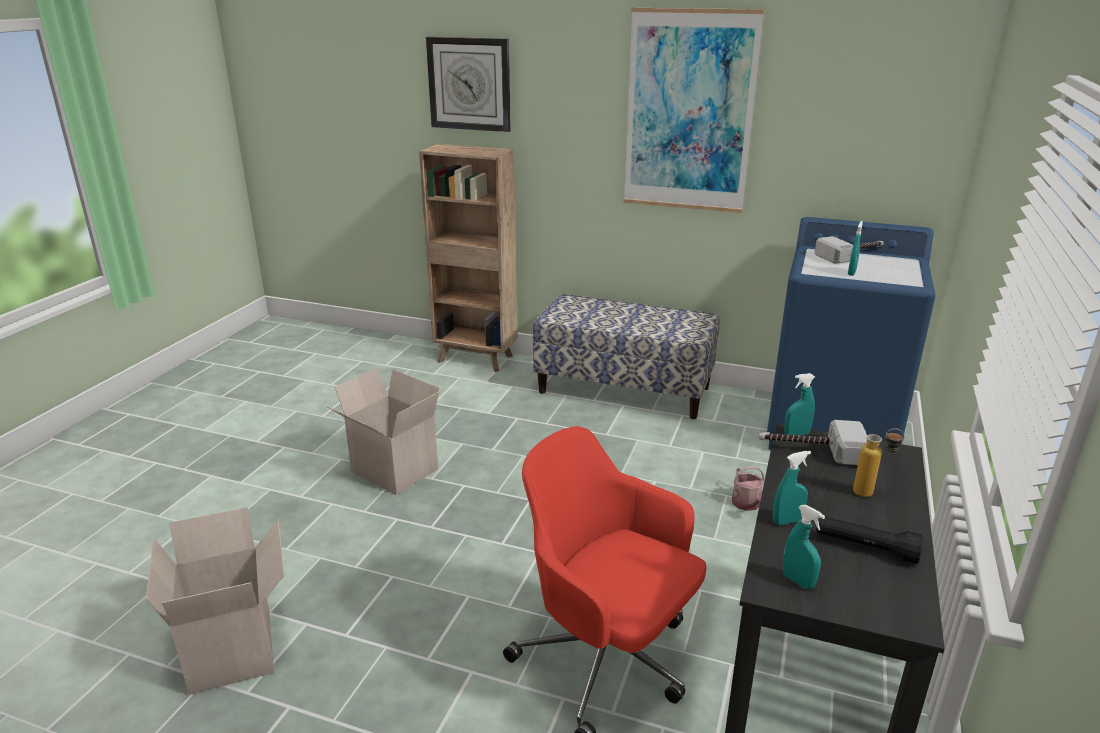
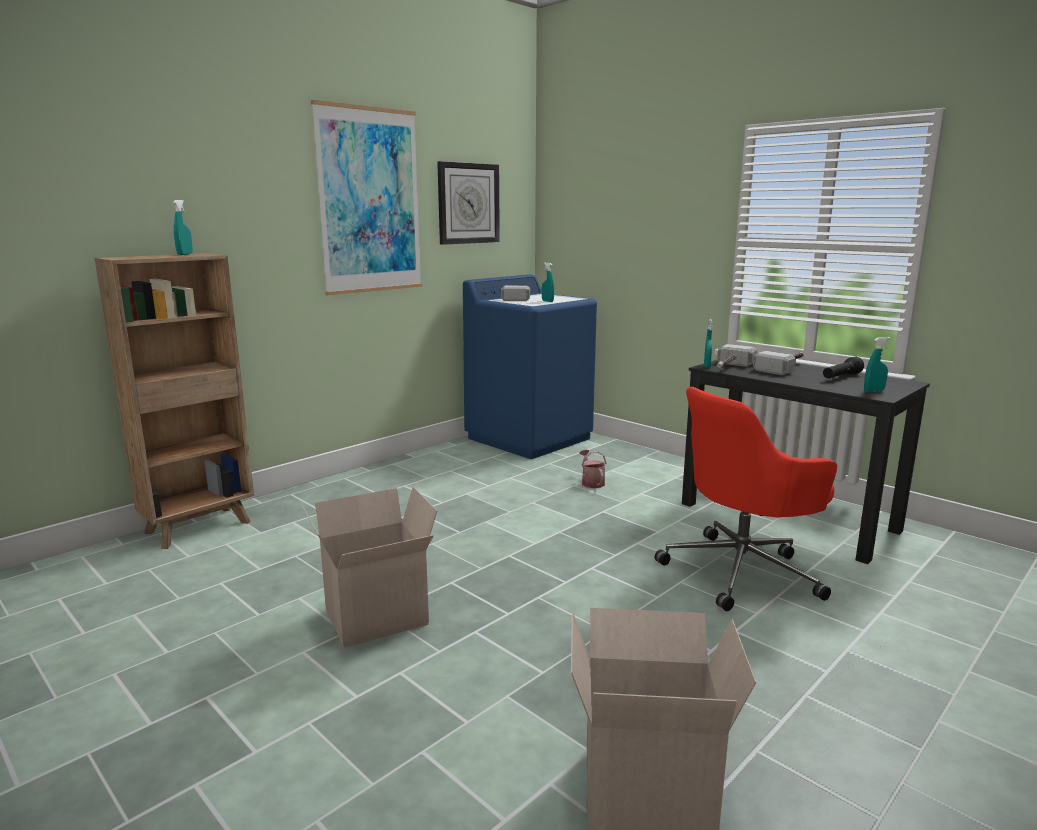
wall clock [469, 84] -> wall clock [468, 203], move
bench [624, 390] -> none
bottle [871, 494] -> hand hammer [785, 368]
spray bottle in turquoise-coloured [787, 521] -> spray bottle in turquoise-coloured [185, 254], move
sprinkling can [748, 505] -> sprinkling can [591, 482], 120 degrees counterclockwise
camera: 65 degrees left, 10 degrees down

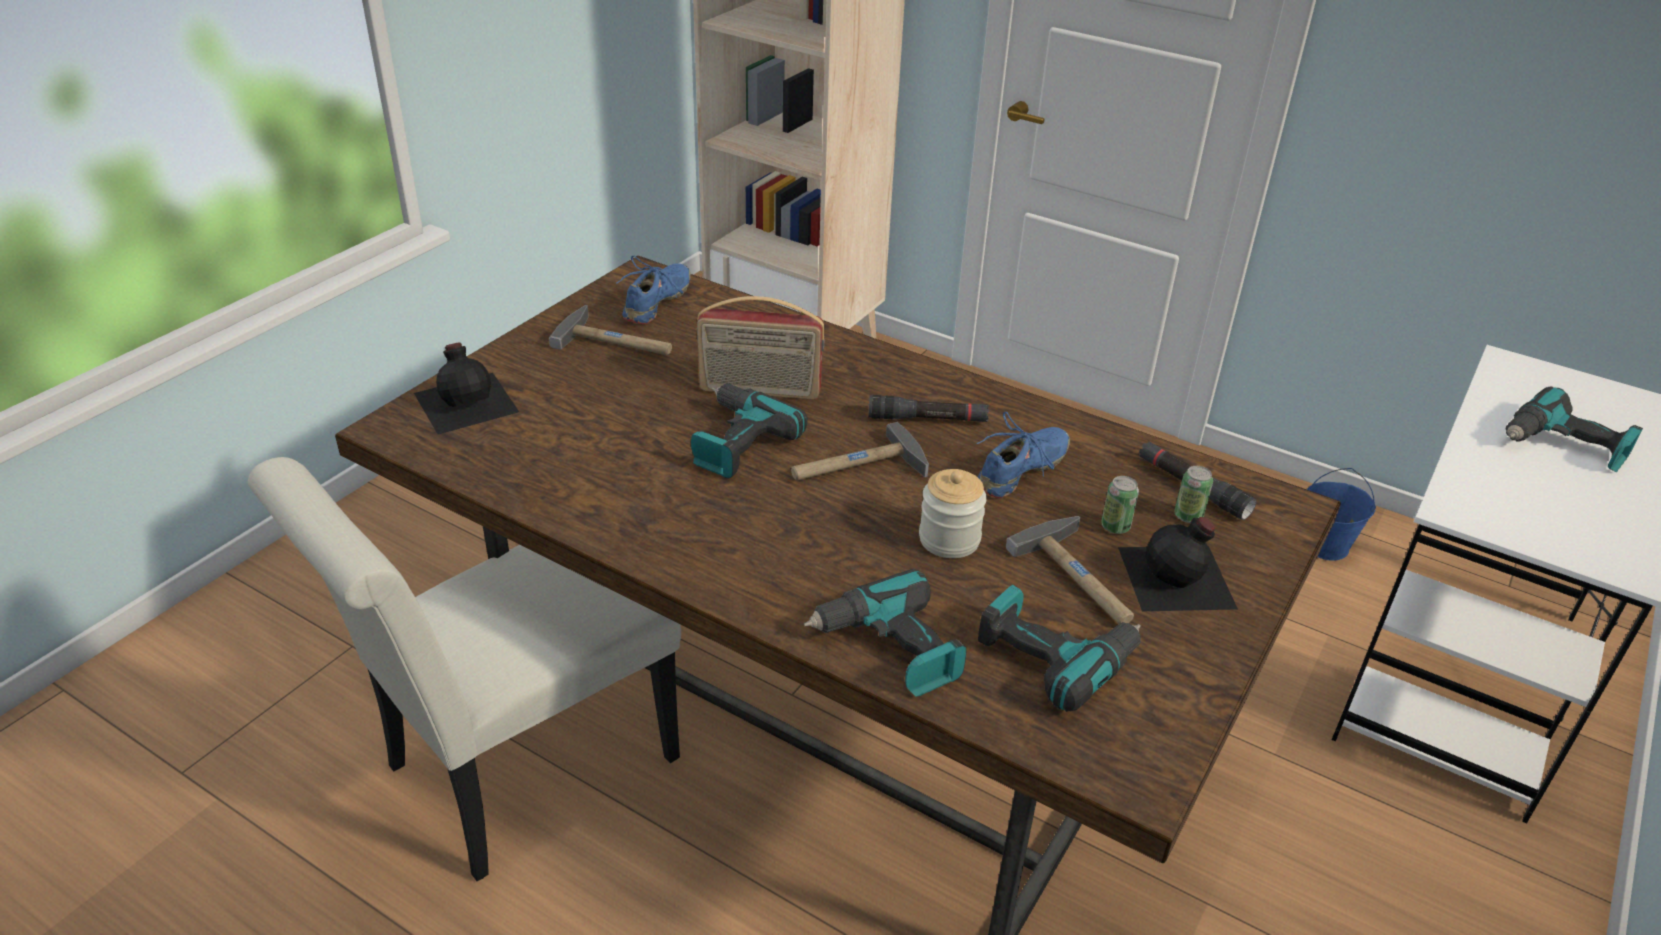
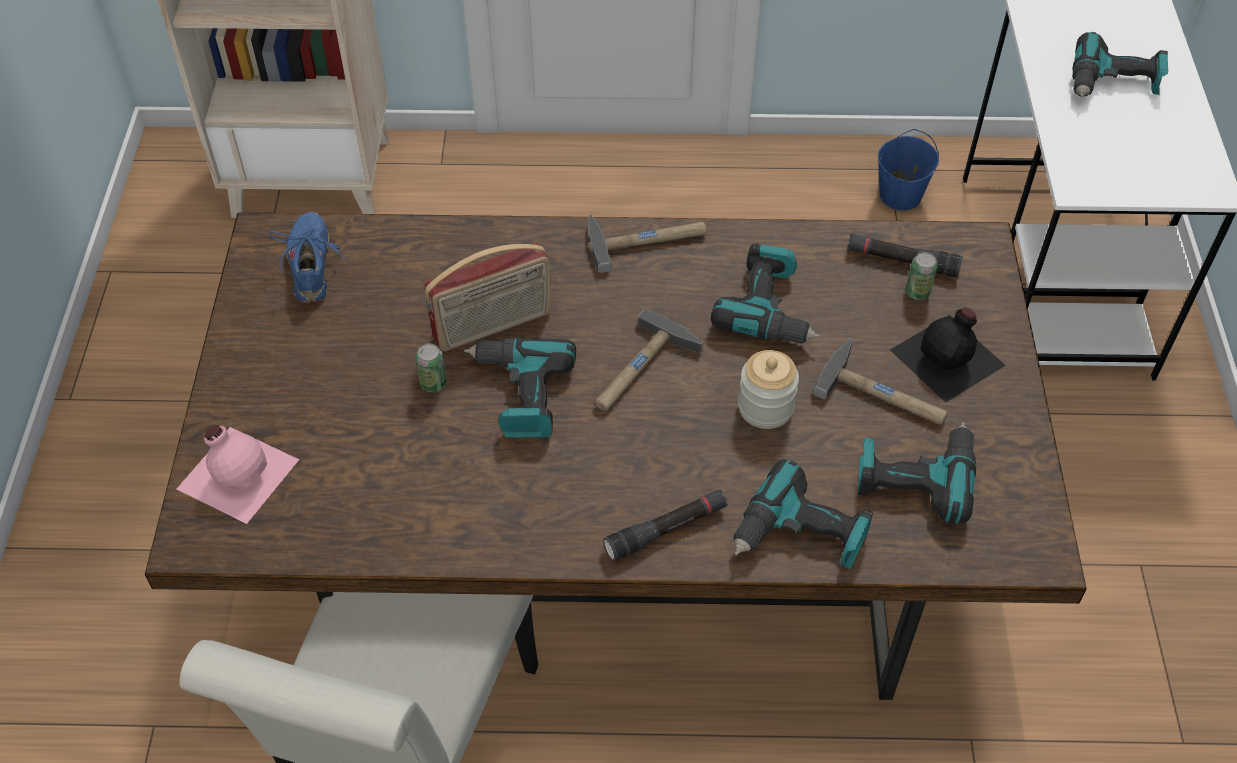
hand hammer [617, 342] -> hand hammer [646, 239], move
bottle in black-coloured [467, 401] -> bottle in pink [237, 472]
hand torch in black-coloured [927, 419] -> hand torch in black-coloured [666, 530], move
shoe in blue [1022, 471] -> power drill [770, 309]
can [1115, 526] -> can [433, 383], move
camera: 30 degrees left, 15 degrees up

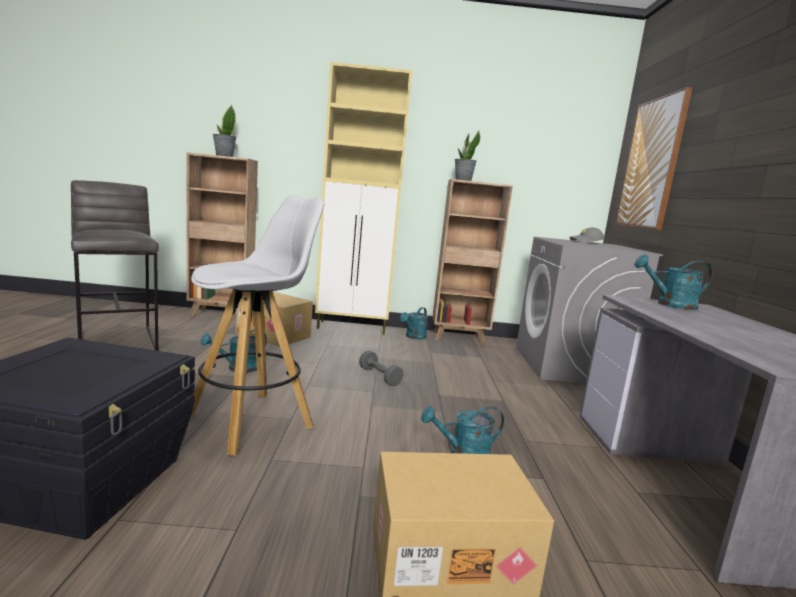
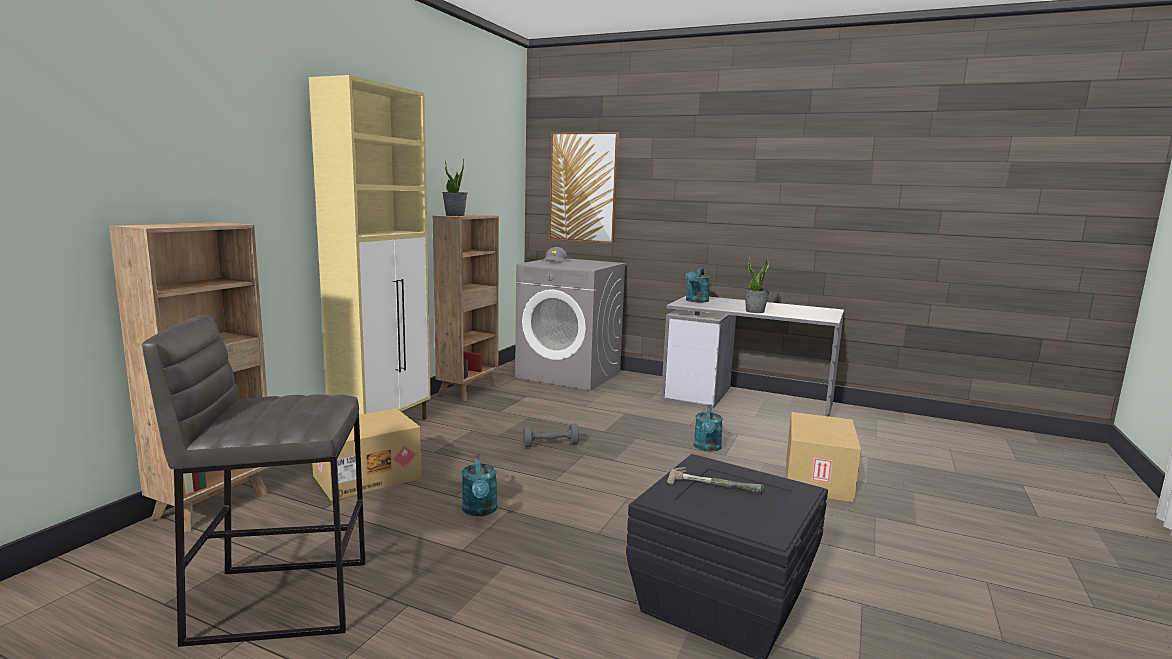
plant in a pot [224, 156] -> plant in a pot [755, 311], move
sitting stool in white [252, 421] -> none
sprinkling can in turquoise-coloured [413, 337] -> none
none -> hand hammer [714, 483]
camera: 65 degrees left, 0 degrees up

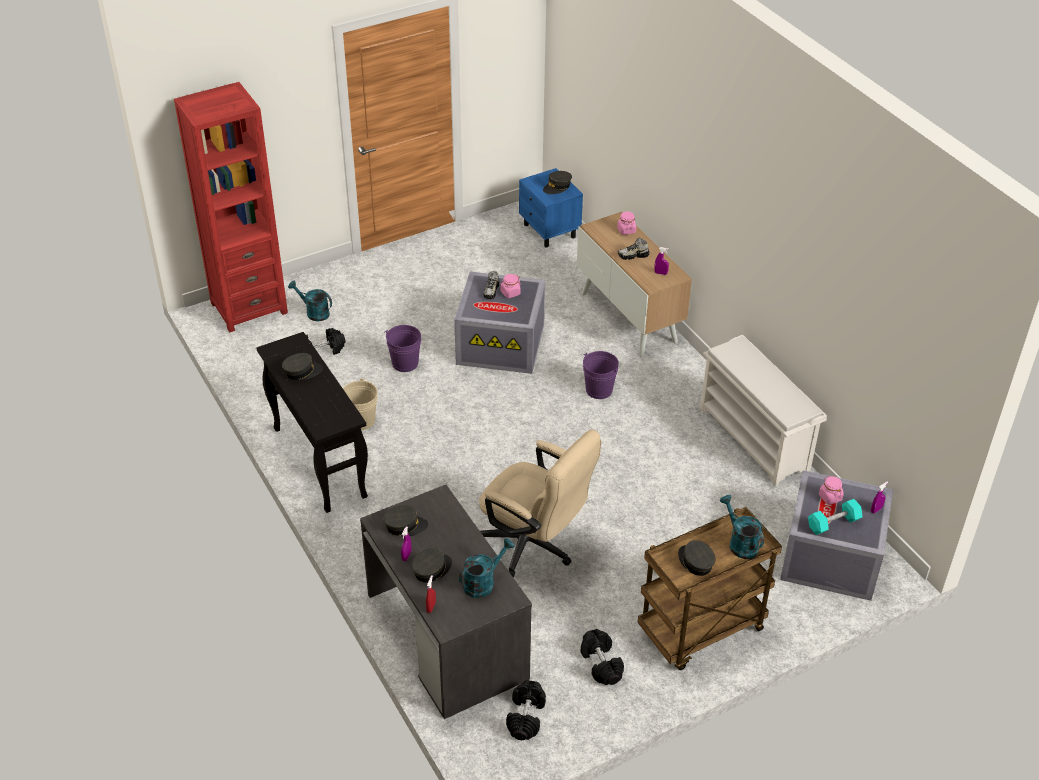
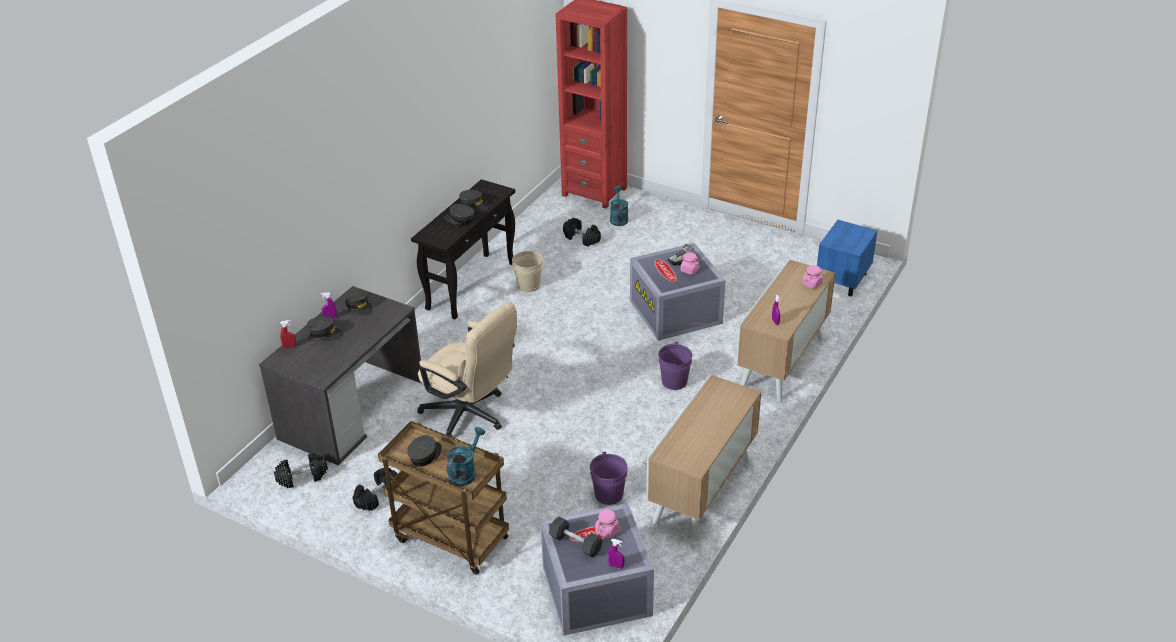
baseball cap in gray [557, 187] -> baseball cap in gray [460, 219], move
shoe [633, 255] -> none
pail in purple-coloured [405, 363] -> pail in purple-coloured [608, 494], move
shoe shelf in white [755, 439] -> cabinet [702, 492]
computer chair in beige [534, 546] -> computer chair in beige [471, 416], 60 degrees counterclockwise
dumbbell in turquoise-coloured [833, 523] -> dumbbell in black-coloured [575, 543]
sprinkling can in turquoise-coloured [483, 582] -> none
camera: 60 degrees right, 5 degrees down

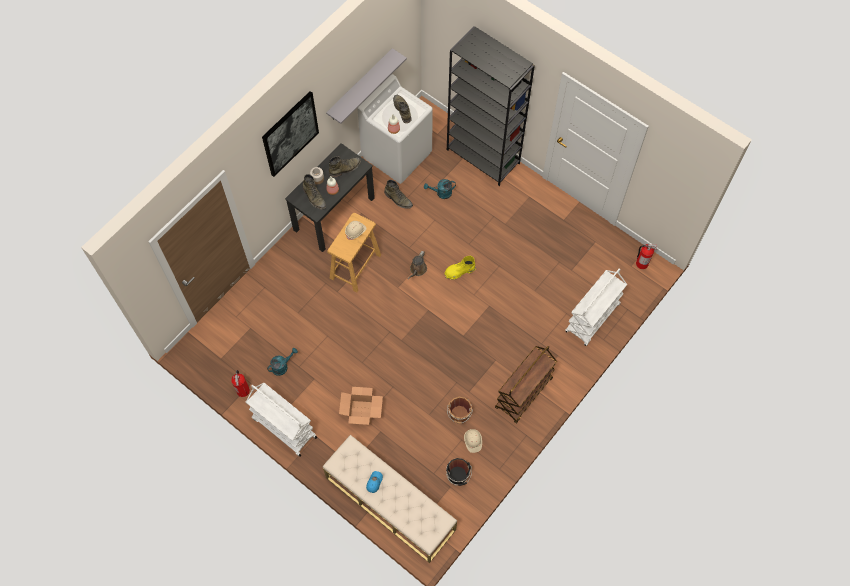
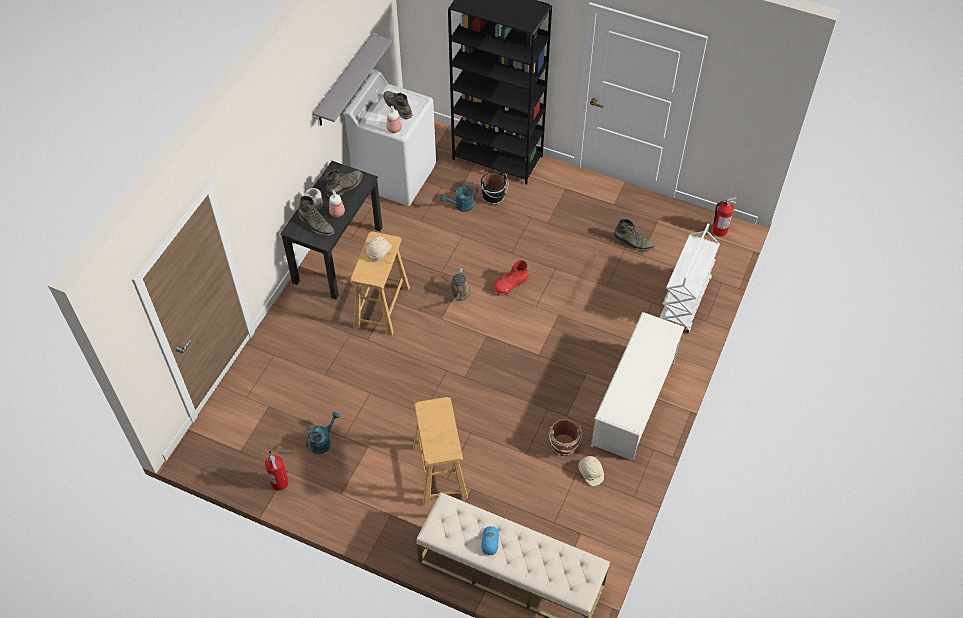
wall art [290, 133] -> none
high-top boot in green [398, 199] -> high-top boot in green [633, 243], move
high-top boot in yellow [459, 271] -> high-top boot in red [510, 285]
cart in brown [524, 394] -> shoe shelf in white [634, 403]
cart in white [284, 428] -> none
carton [361, 411] -> sitting stool in beige [440, 471]
pail in black-coloured [458, 476] -> pail in black-coloured [494, 197], move
camera: 15 degrees left, 10 degrees down

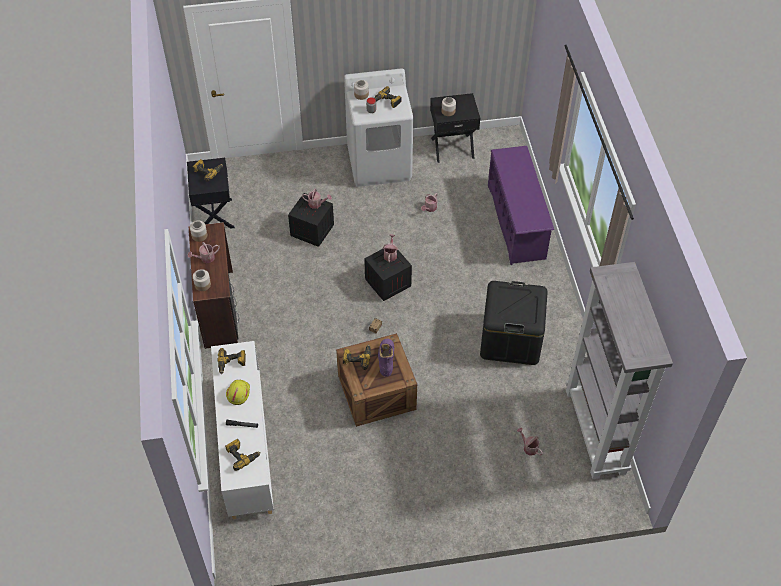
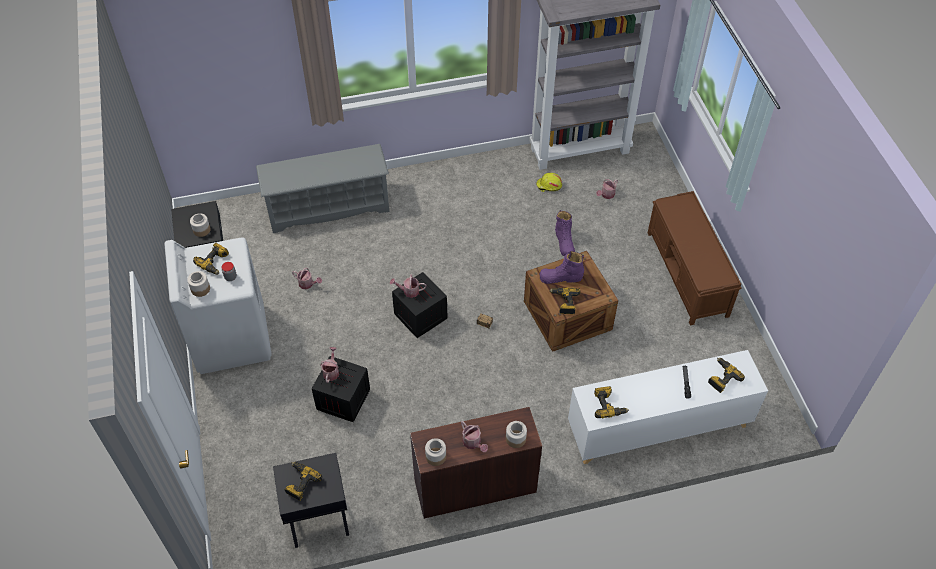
shoe shelf in purple-coloured [516, 222] -> shoe shelf in gray [328, 207]
storage container in black-coloured [511, 339] -> none
safety helmet in yellow [238, 393] -> safety helmet in yellow [549, 186], move
none -> bench in brown [687, 274]
none -> high-top boot in purple-coloured [564, 242]
camera: 95 degrees left, 0 degrees up

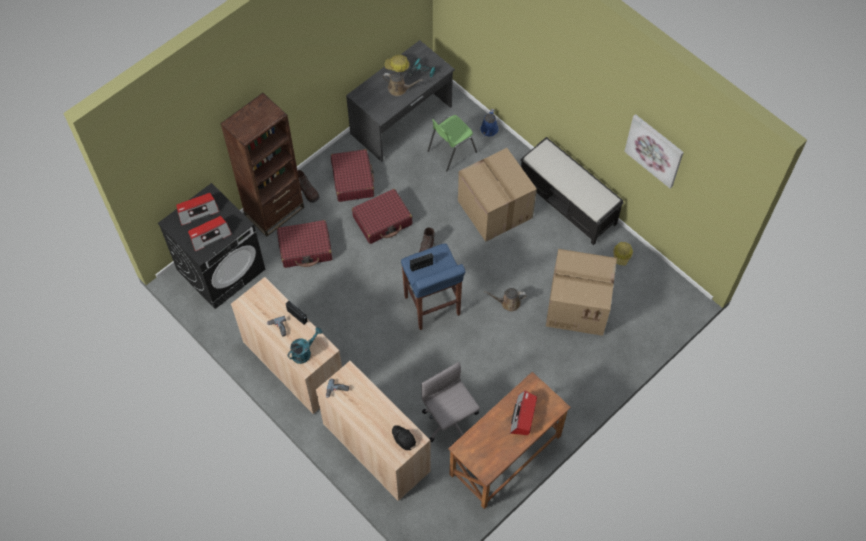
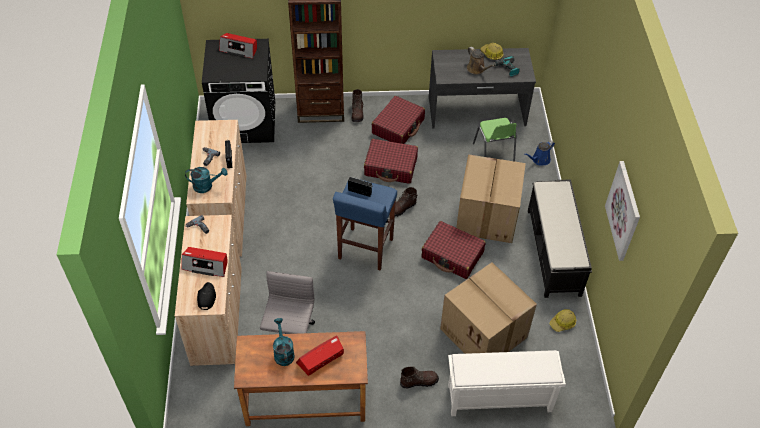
upright chair in green [451, 151] -> upright chair in green [493, 155], 105 degrees counterclockwise
radio [210, 236] -> radio [206, 265], move
piece of luggage in red [305, 248] -> piece of luggage in red [452, 255], move
sprinkling can in brown [508, 303] -> none
none -> sprinkling can in turquoise-coloured [283, 352]
none -> shoe shelf in white [498, 399]
none -> high-top boot in brown [419, 381]
camera: 40 degrees right, 10 degrees down

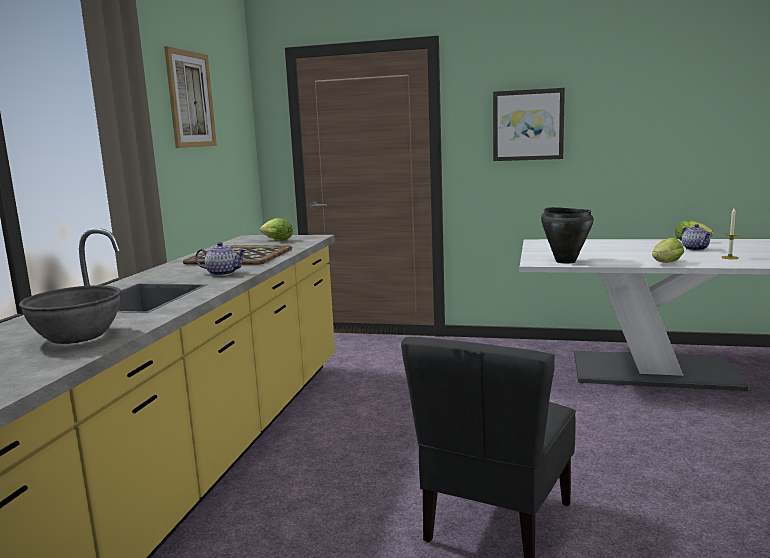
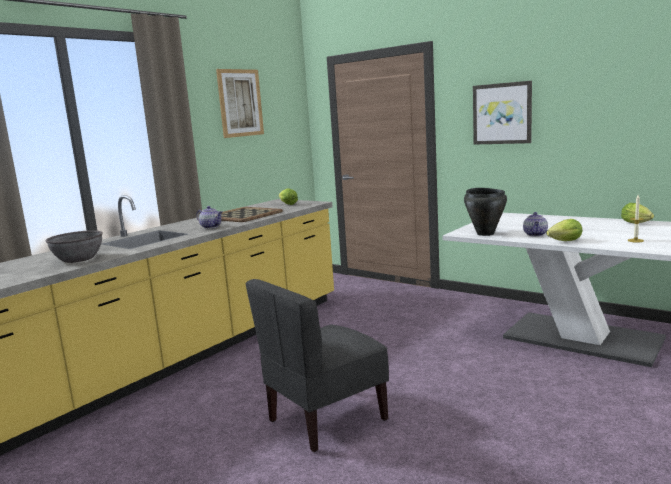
tea pot [696, 249] -> tea pot [536, 234], move
camera: 25 degrees right, 0 degrees up

